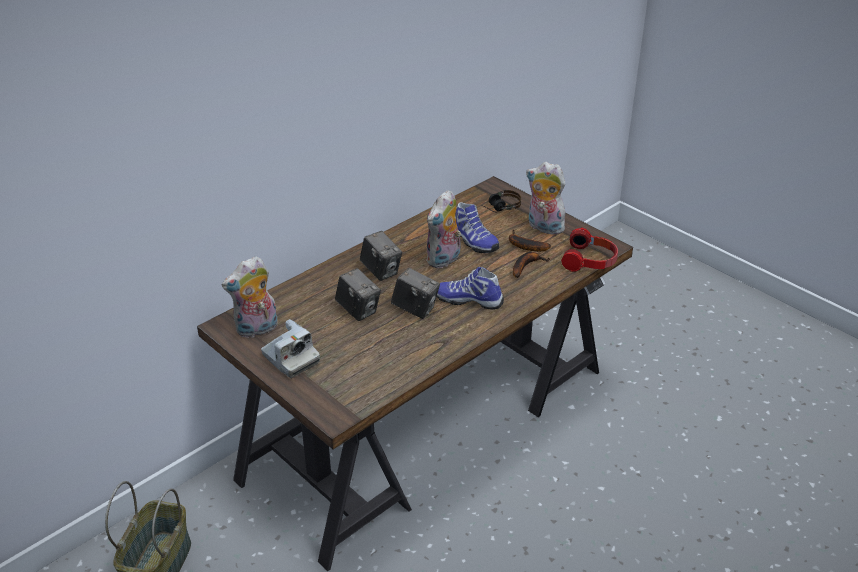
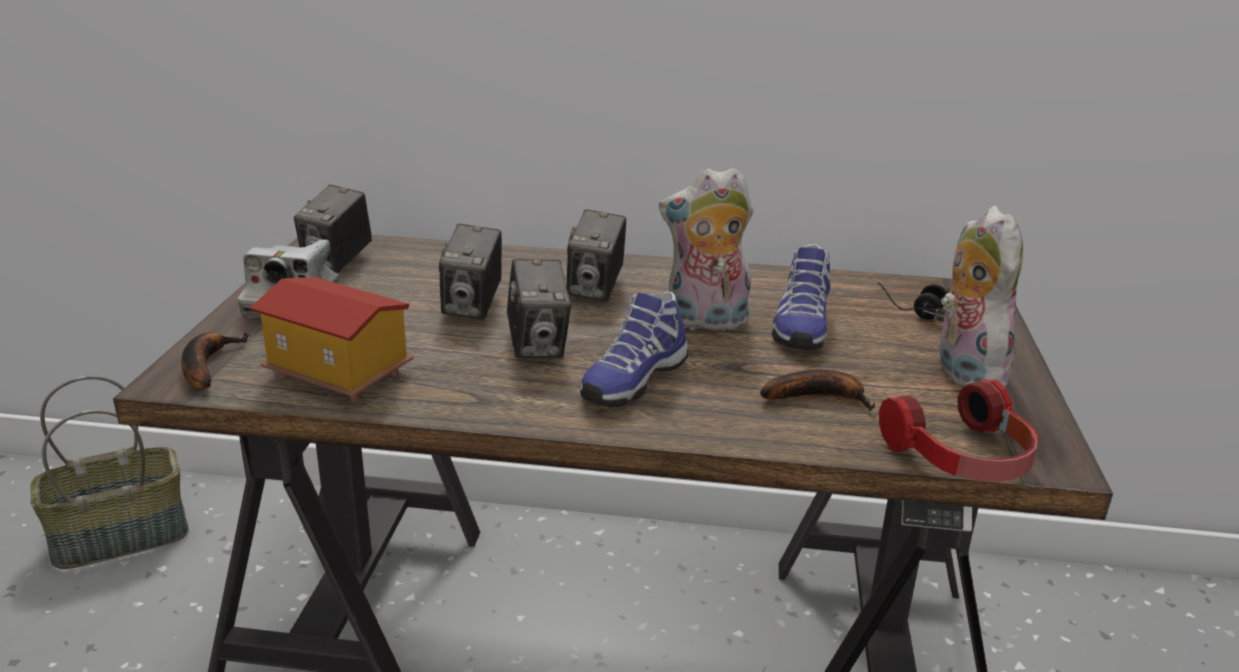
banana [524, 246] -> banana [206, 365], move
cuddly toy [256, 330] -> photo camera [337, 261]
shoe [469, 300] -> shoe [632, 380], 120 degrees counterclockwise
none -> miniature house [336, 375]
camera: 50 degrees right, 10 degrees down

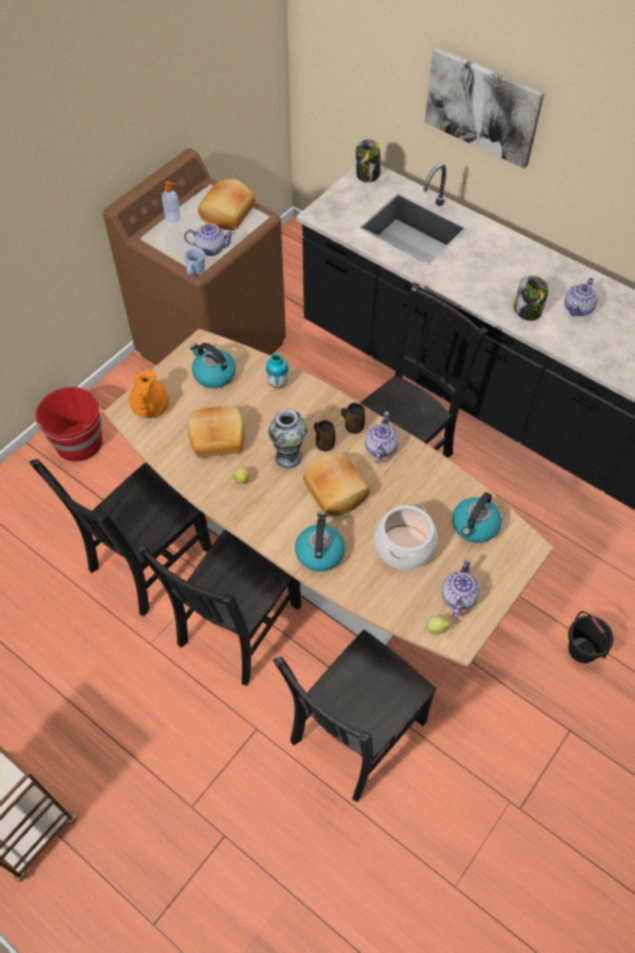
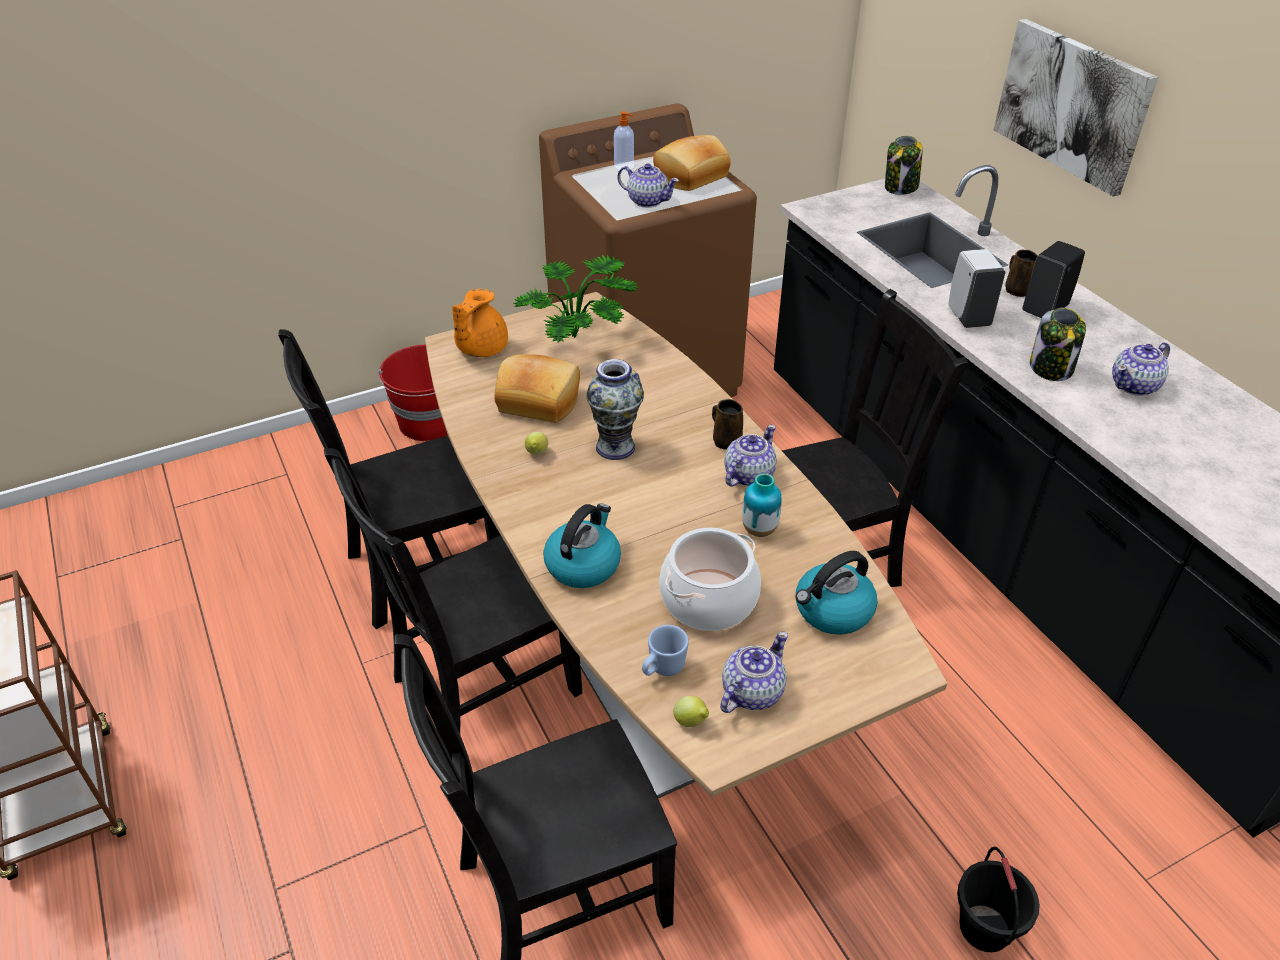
coffee mug in blue [195, 272] -> coffee mug in blue [662, 669], move
tea kettle [213, 374] -> plant in a pot [581, 338]
decorative vase [277, 383] -> decorative vase [759, 530], move
coffee mug in brown [324, 443] -> coffee mug in brown [1016, 290], move
bread [337, 491] -> none
none -> soap dispenser in black-coloured [1045, 309]
none -> soap dispenser in white [967, 317]
camera: 25 degrees right, 15 degrees down

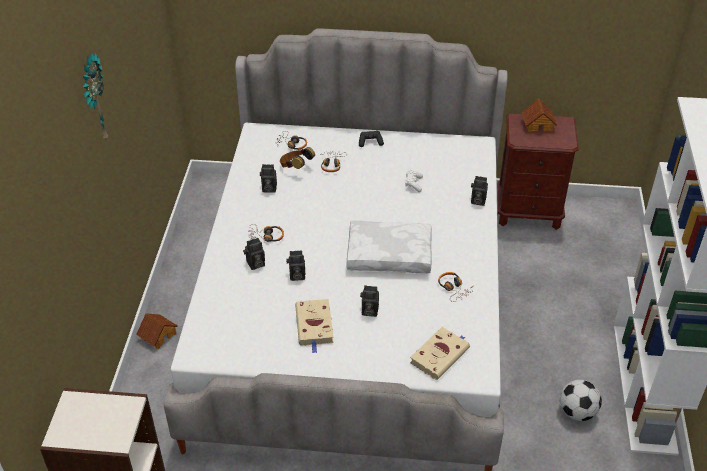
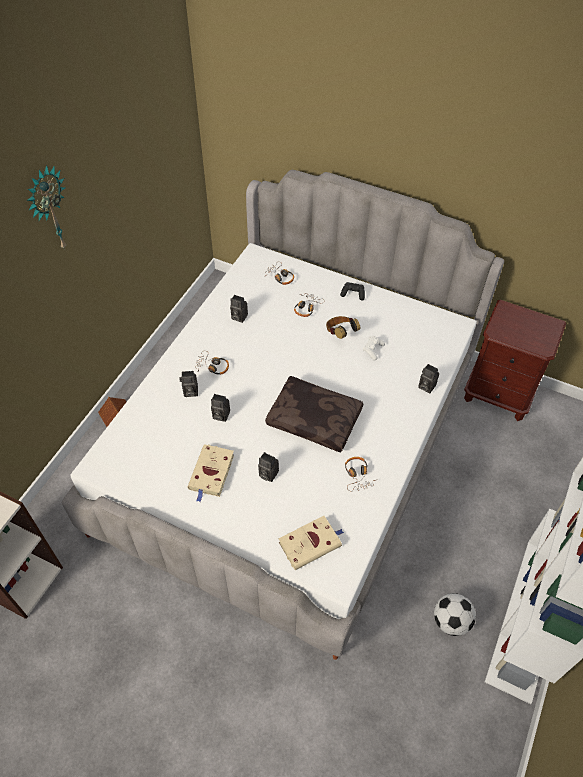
miniature house [538, 124] -> none
pair of headphones [296, 167] -> pair of headphones [340, 333], move
pillow in white [390, 254] -> pillow in brown [315, 419]
camera: 20 degrees right, 10 degrees up

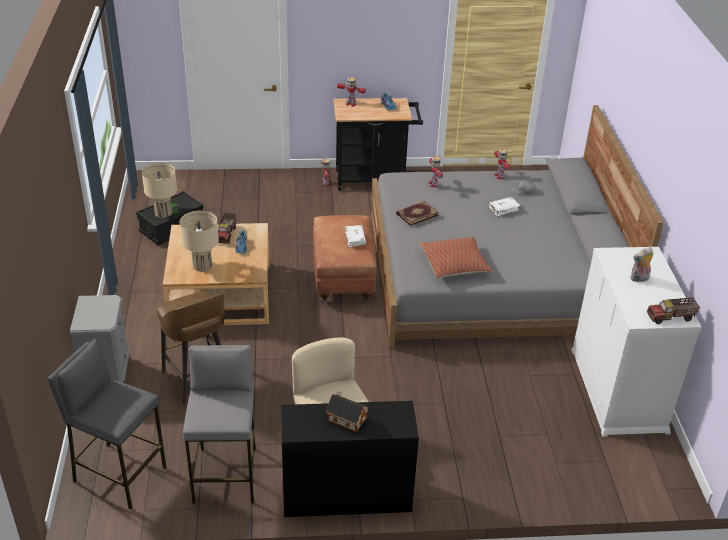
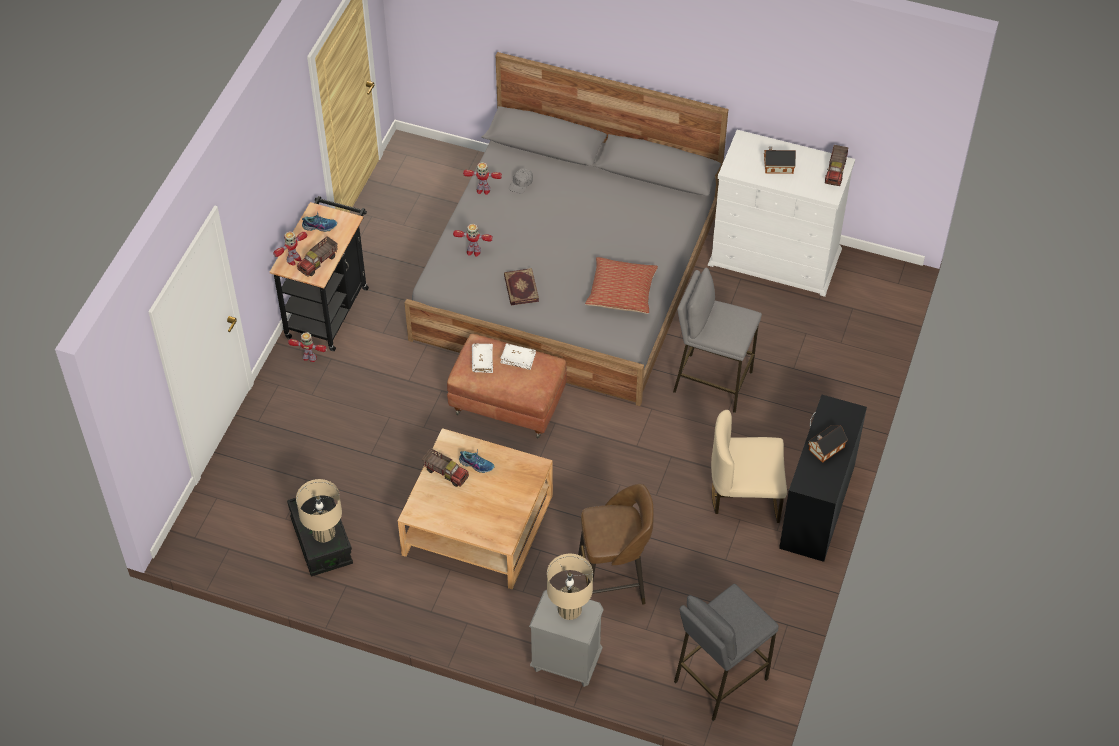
bound book in white [503, 209] -> bound book in white [482, 361], move
lamp for a table in beige [202, 265] -> lamp for a table in beige [569, 609], move
cuddly toy [639, 279] -> miniature house [777, 166]
sitting stool in gray [226, 474] -> sitting stool in gray [712, 382], move
none -> model truck [318, 262]
camera: 65 degrees left, 15 degrees up

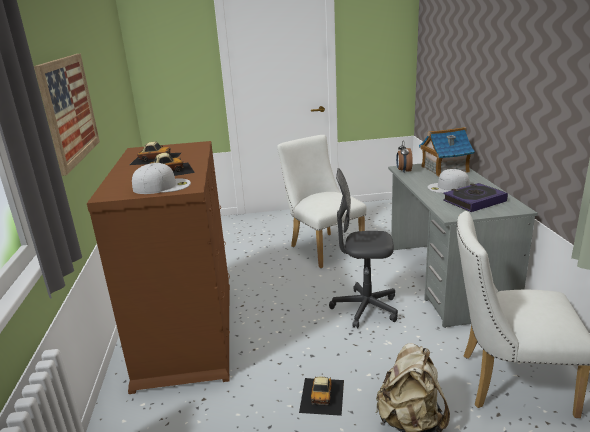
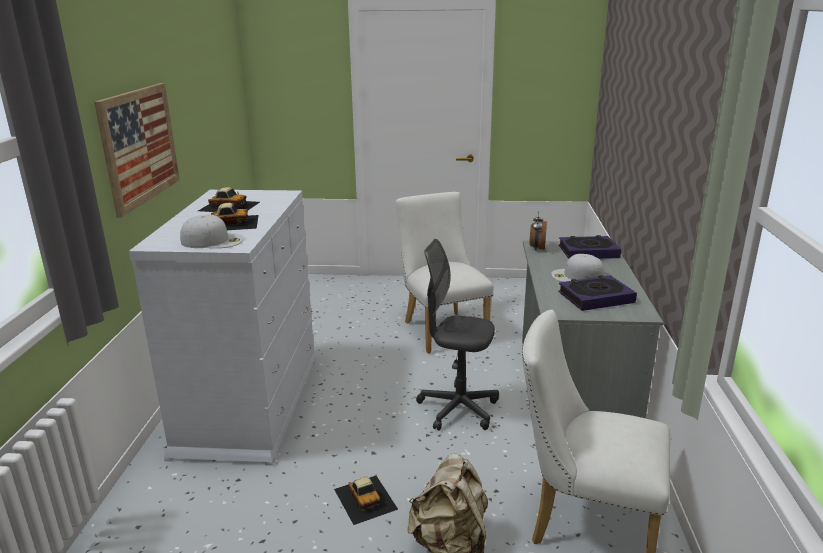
miniature house [444, 169] -> bound book [588, 252]
drawer chest in brown [187, 331] -> drawer chest in white [249, 404]
toy car [322, 395] -> toy car [365, 498], 45 degrees counterclockwise
camera: 10 degrees right, 0 degrees up

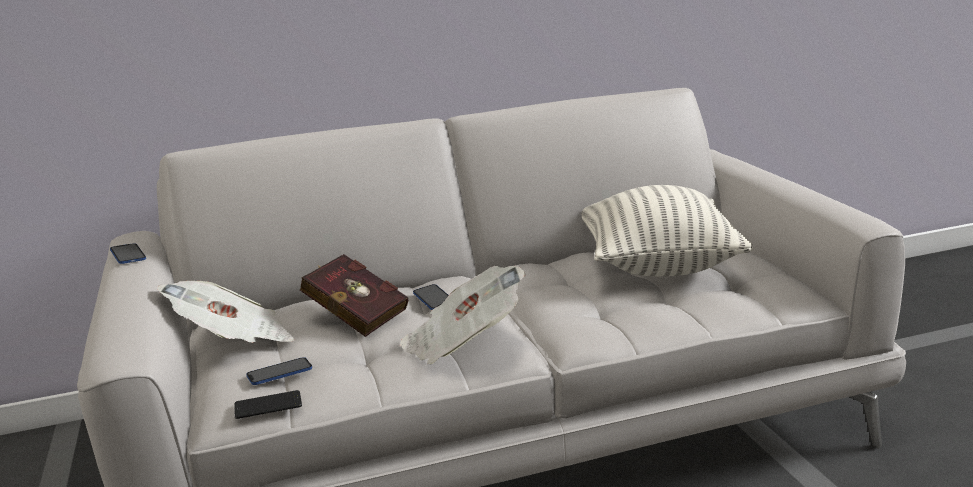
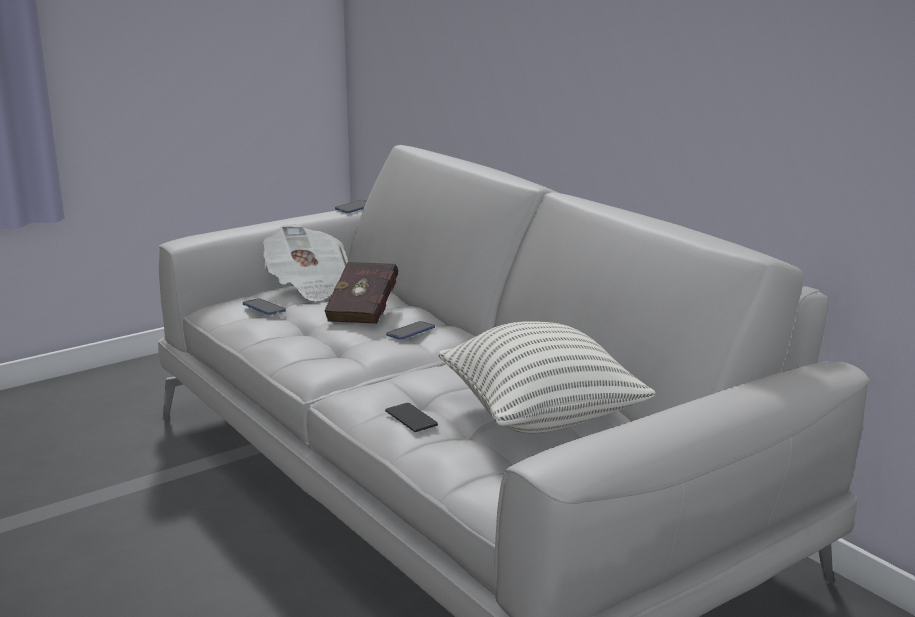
newspaper [463, 344] -> none
telephone [268, 406] -> telephone [411, 418], move
camera: 70 degrees right, 0 degrees up

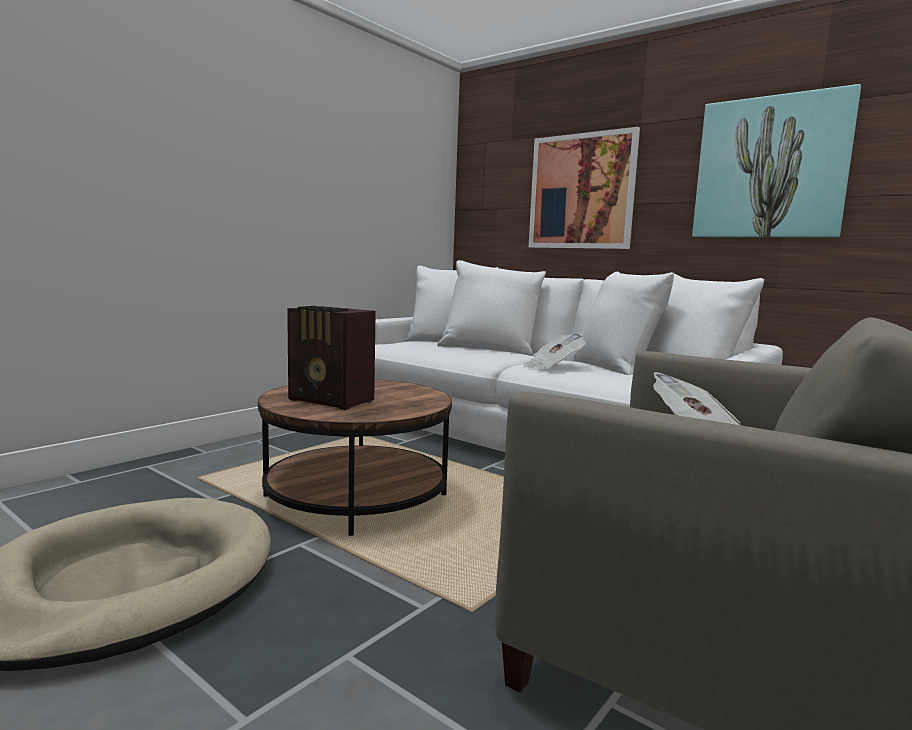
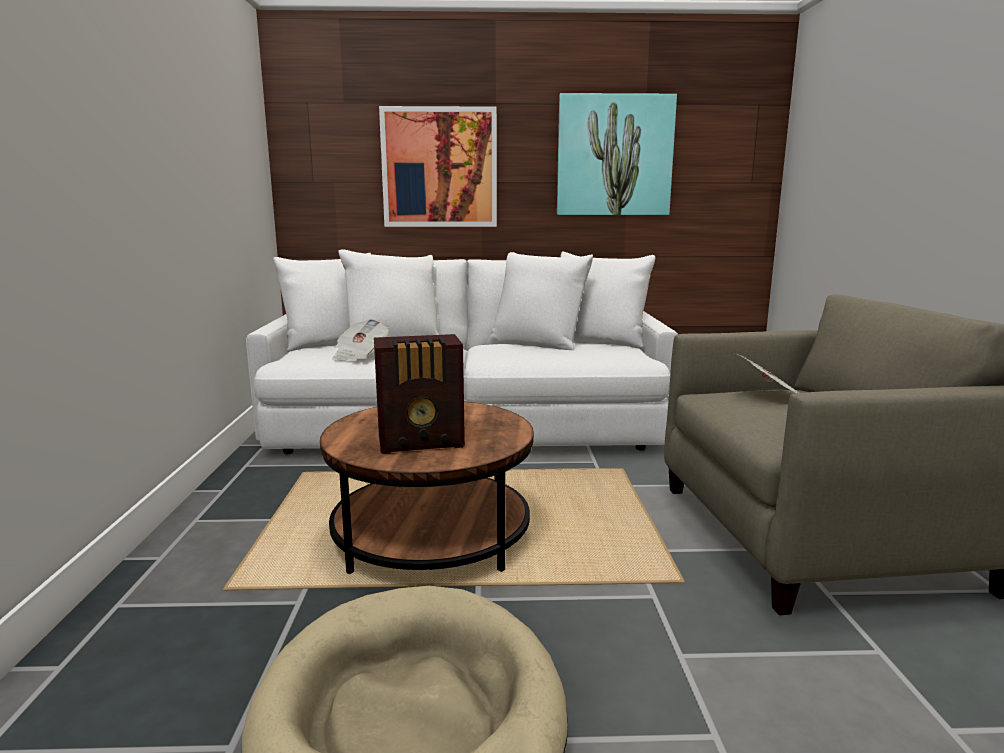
newspaper [553, 367] -> newspaper [359, 356], move
camera: 40 degrees left, 5 degrees up

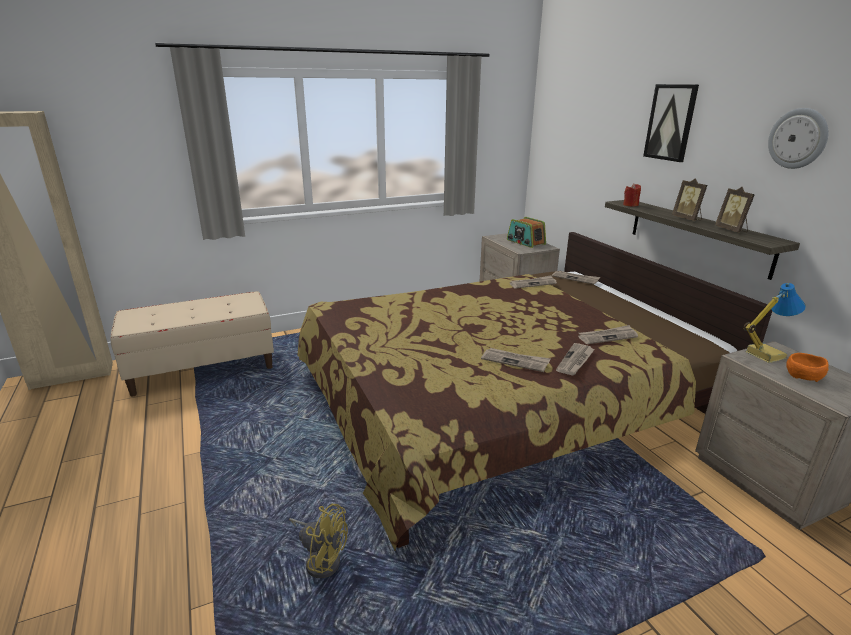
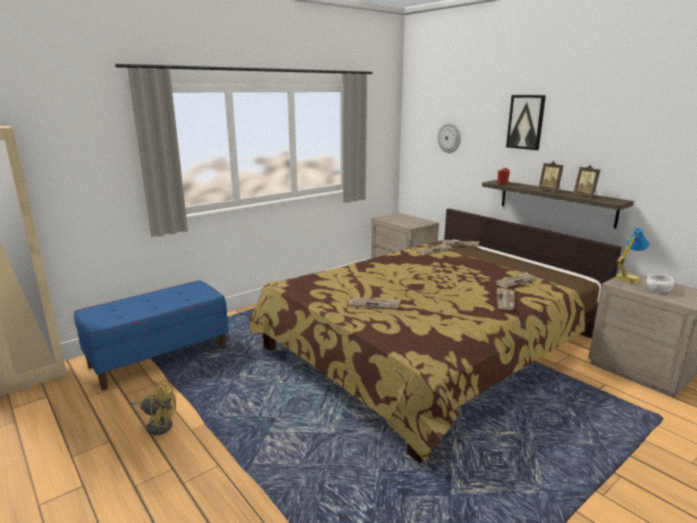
wall clock [798, 138] -> wall clock [449, 138], move
radio [525, 242] -> none
bench in beige [203, 368] -> bench in blue [159, 356]
newspaper [515, 361] -> newspaper [375, 304], move
serving bowl in orangey [802, 376] -> serving bowl in white [657, 290]
cooling fan in yellow [321, 558] -> cooling fan in yellow [158, 424], move
camera: 15 degrees left, 5 degrees down

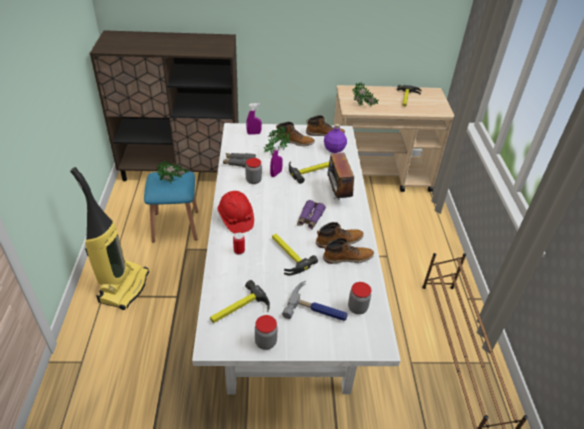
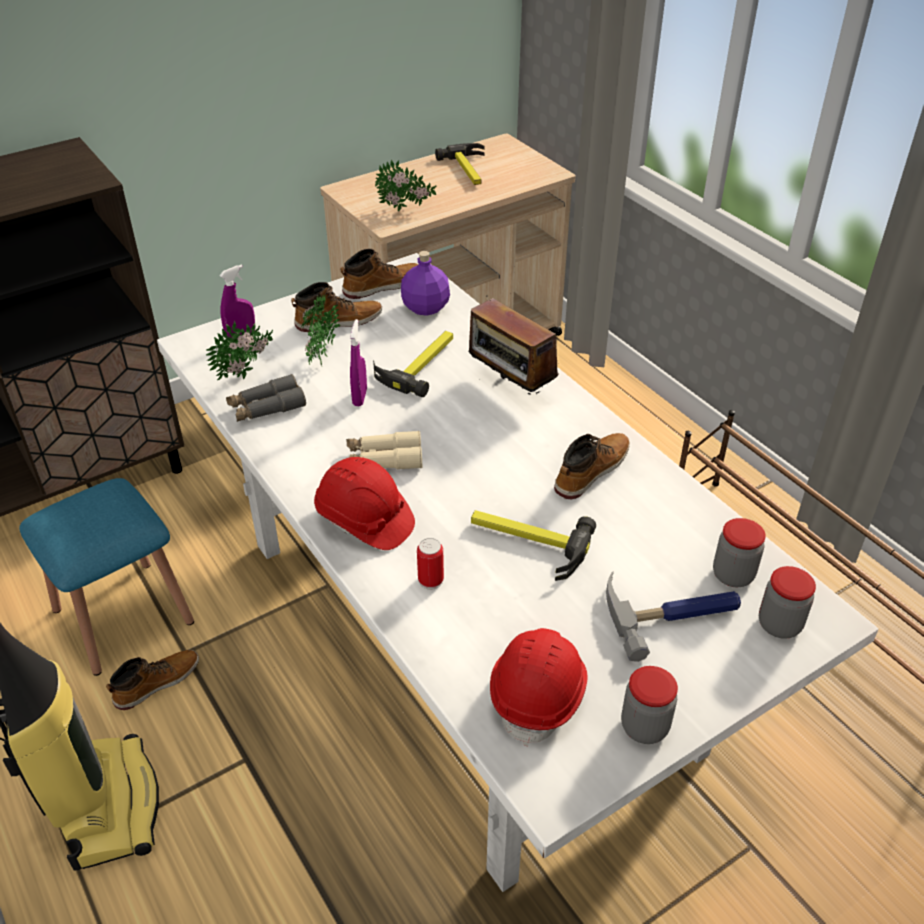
preserve jar [253, 180] -> preserve jar [779, 625], move
plant in a pot [173, 181] -> plant in a pot [247, 373], move
pair of binoculars in purple-coloured [310, 219] -> none
high-top boot [347, 257] -> high-top boot [157, 683], move
hand hammer [239, 310] -> safety helmet in red [539, 694]
none -> pair of binoculars in beige [384, 459]
camera: 30 degrees left, 0 degrees up

